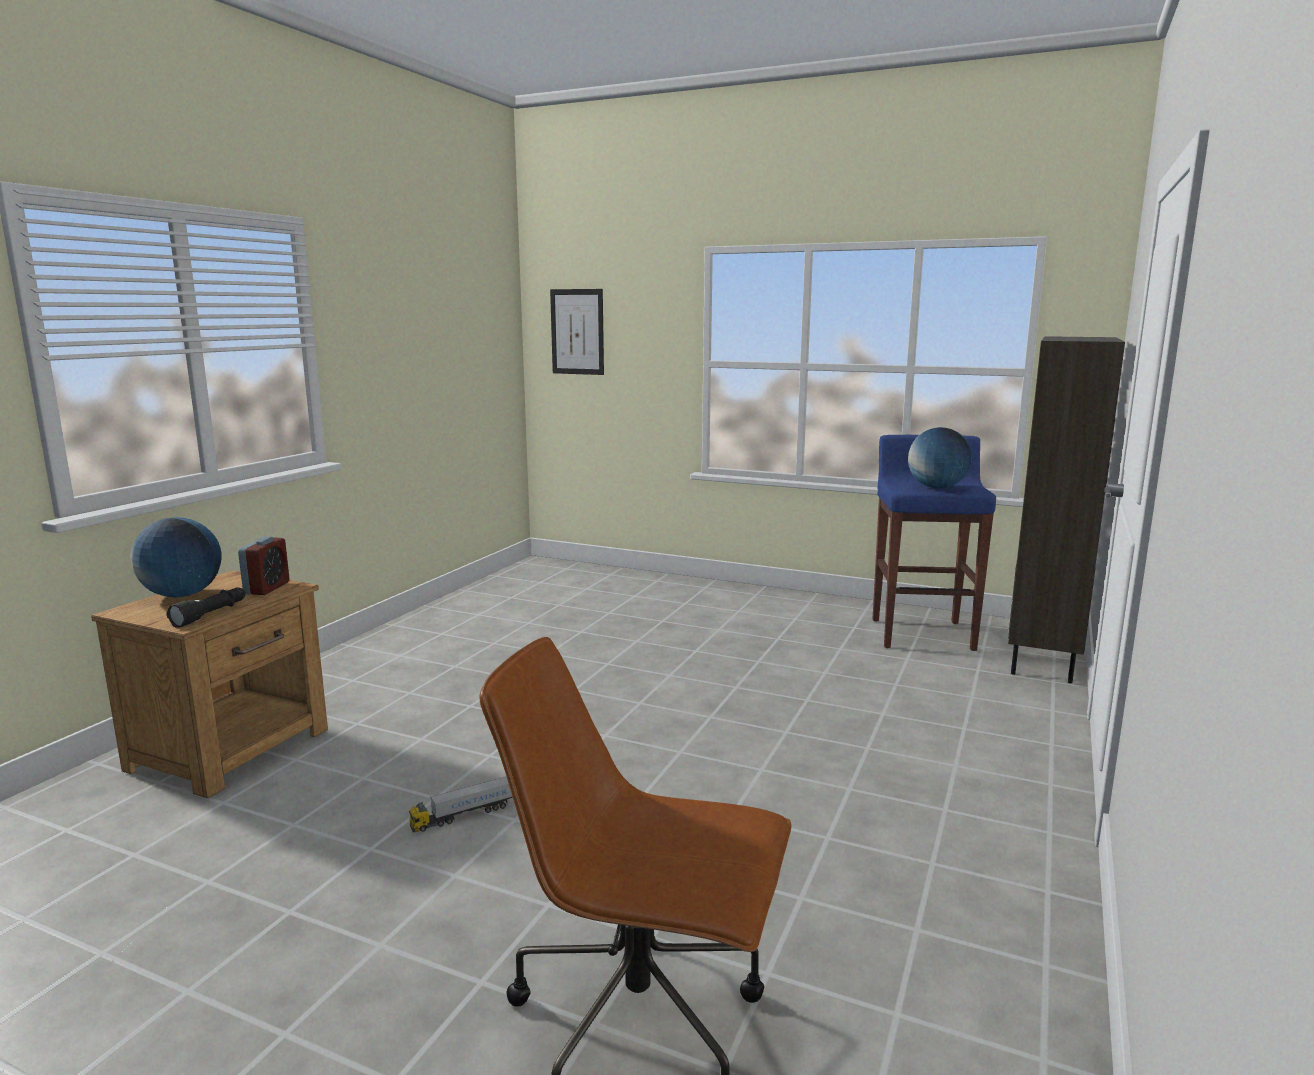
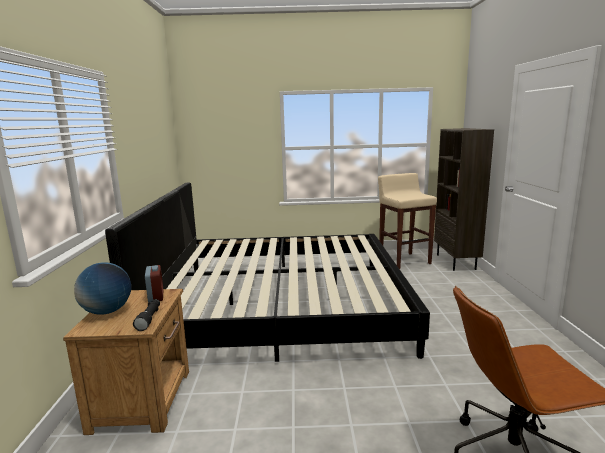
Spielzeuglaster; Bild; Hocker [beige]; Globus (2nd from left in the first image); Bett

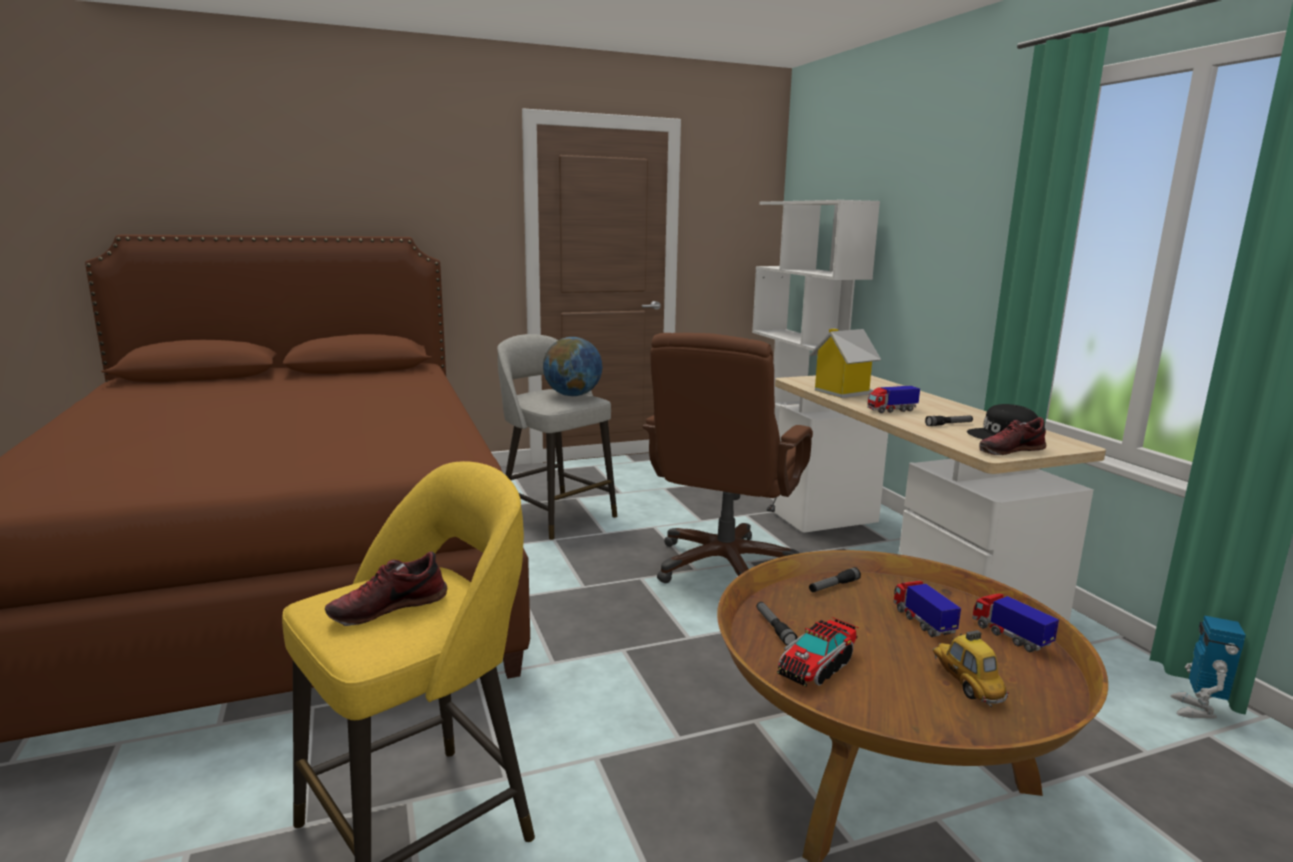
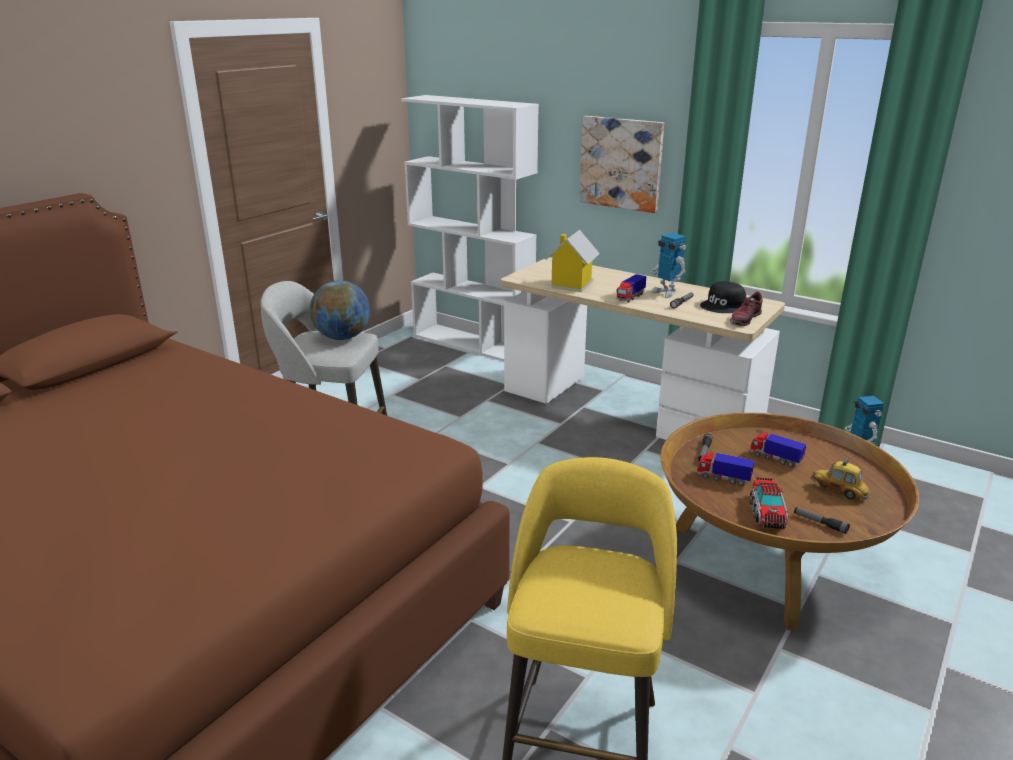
Schuh (1st from left in the first image); Bürostuhl [braun]; Taschenlampe (3rd from left); Spielzeuglaster (2nd from left); Bild; Spielzeugroboter (1st from left)

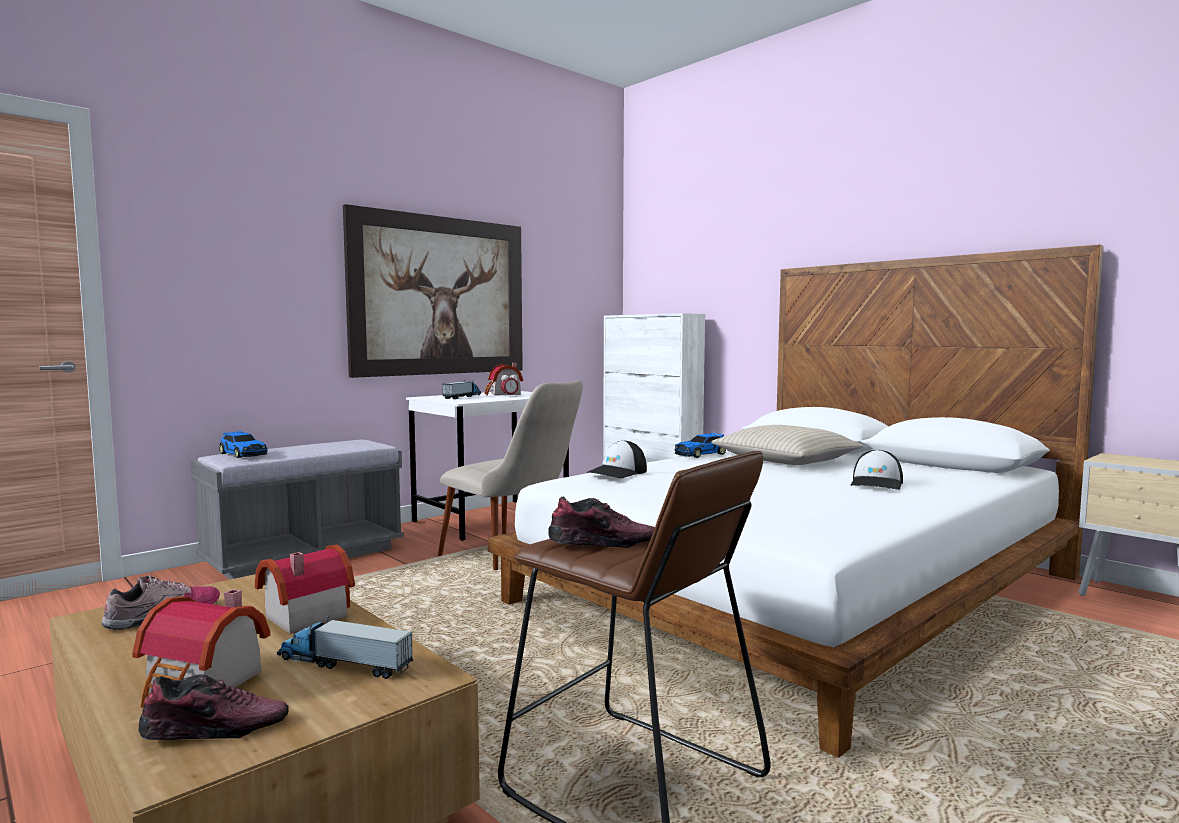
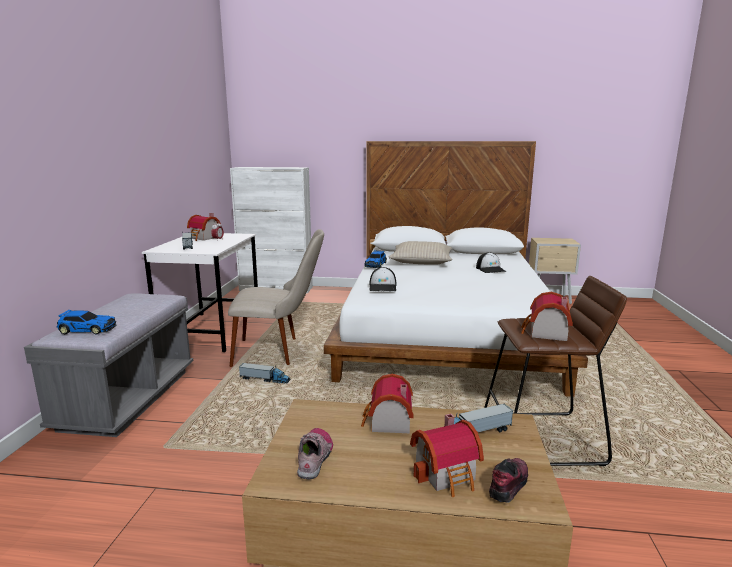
Bild; Spielzeughaus (4th from left); Spielzeuglaster (2nd from left)

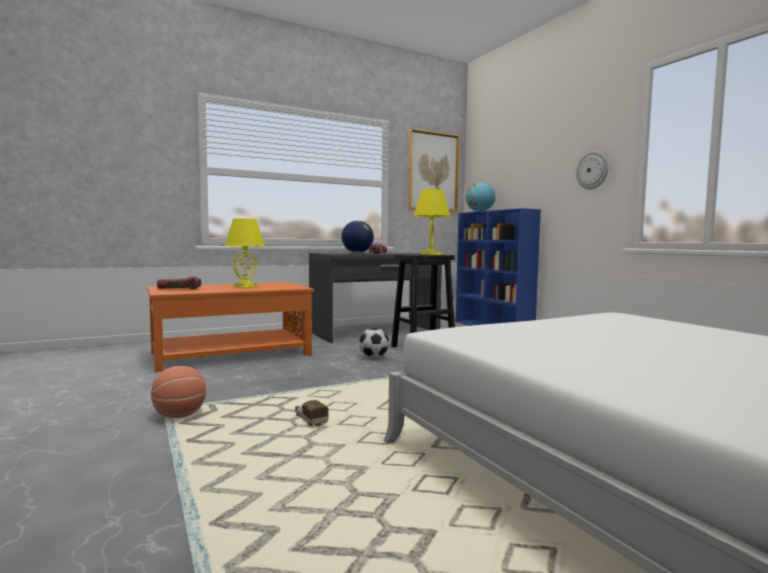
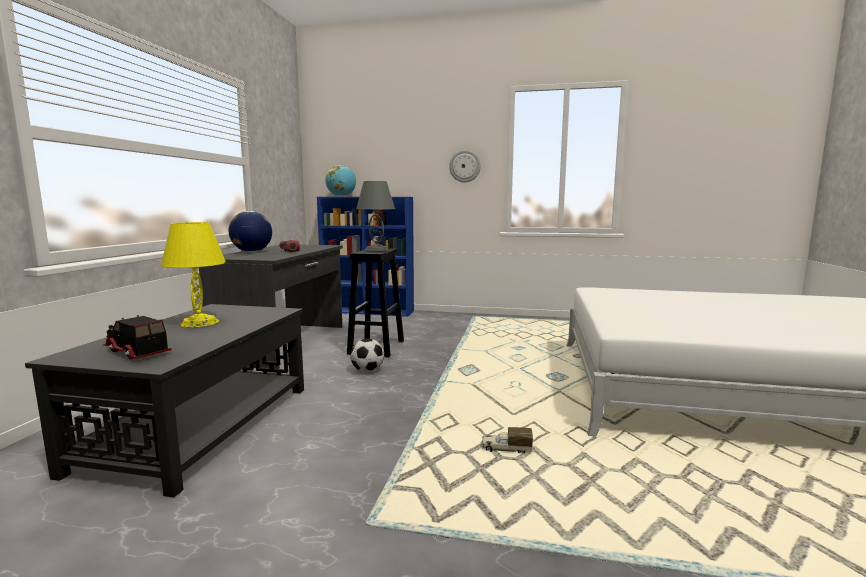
Couchtisch [schwarz]; Basketball; Spielzeuglaster (1st from left); Bild; Tischlampe [grau]

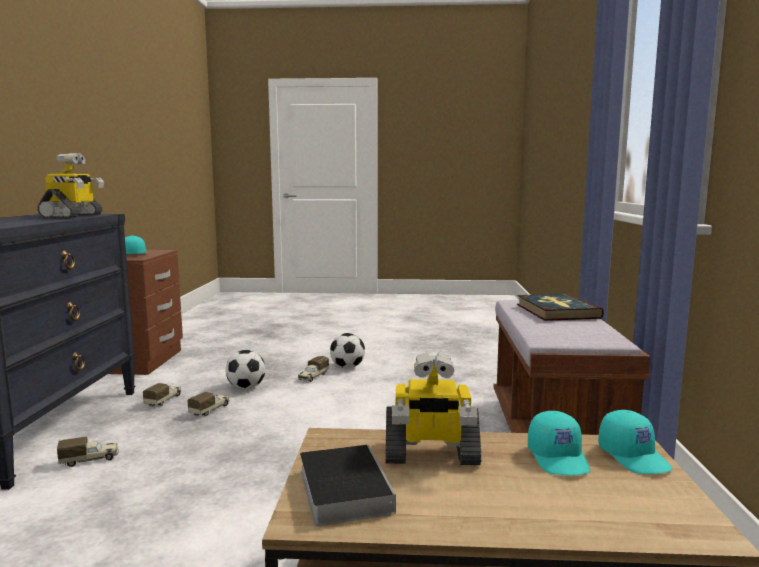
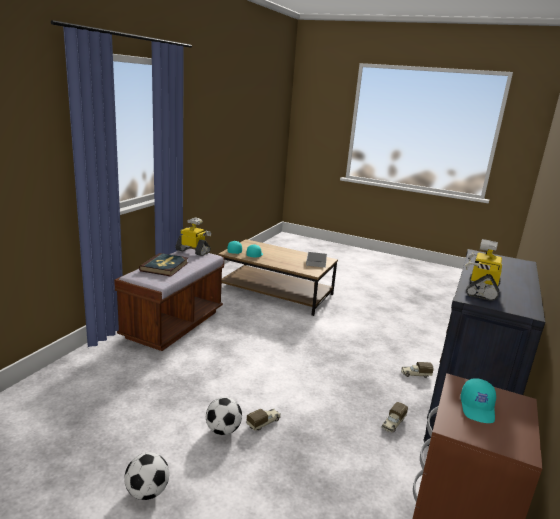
Spielzeuglaster (3rd from left in the first image); Fußball (1st from left); Spielzeugroboter (1st from left)

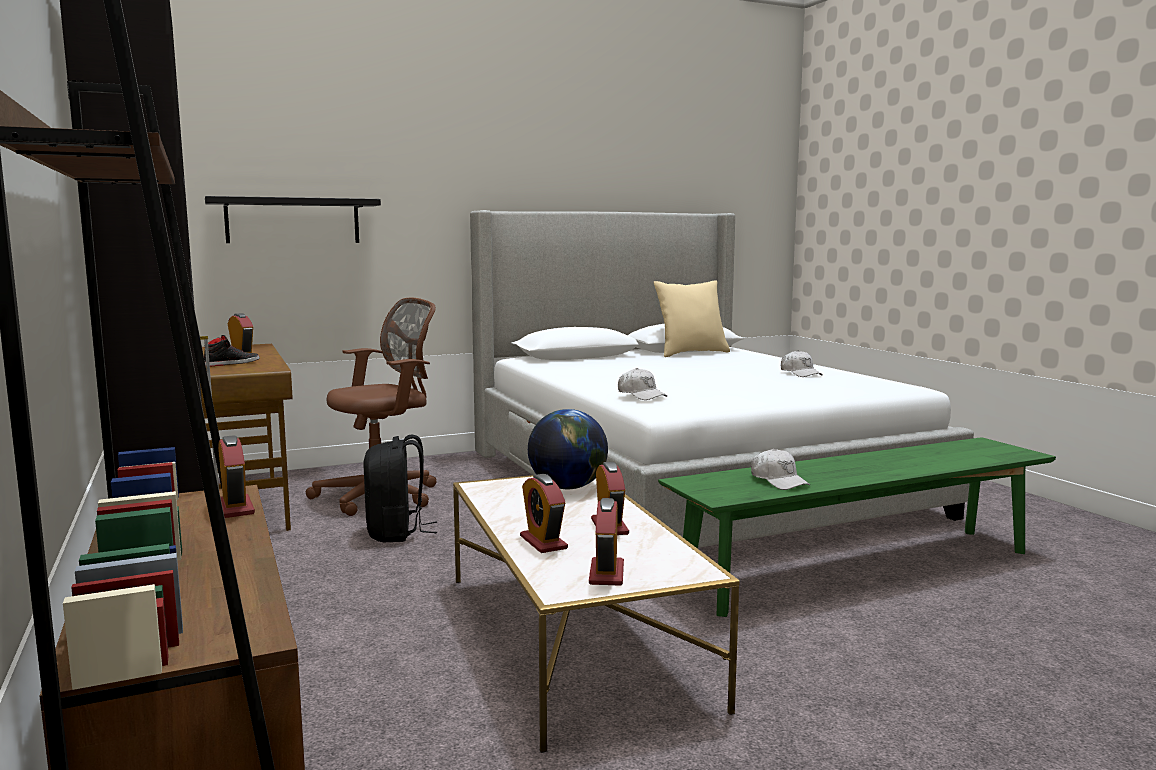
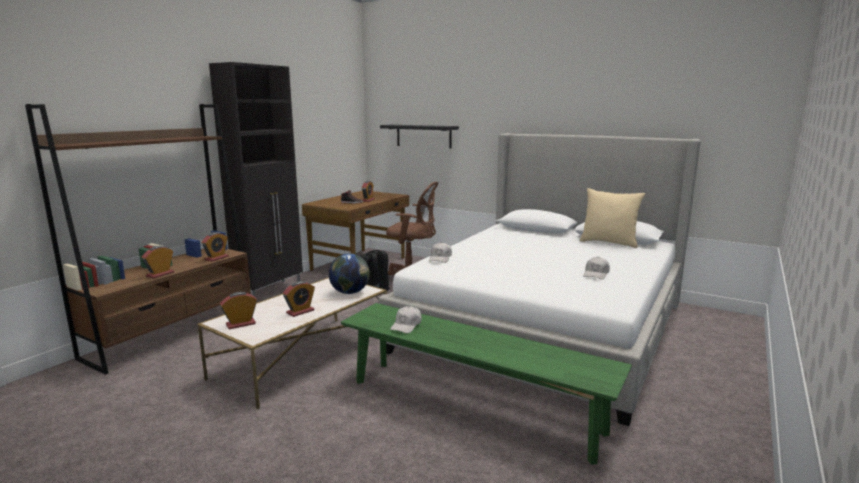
Wecker (1st from left)

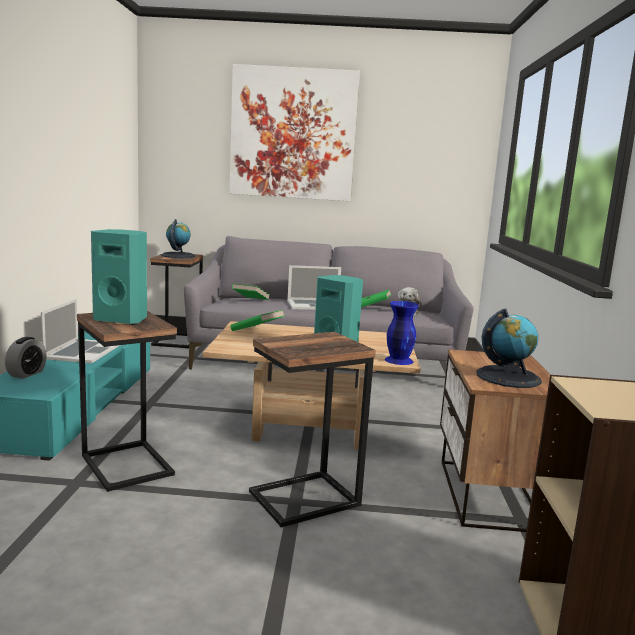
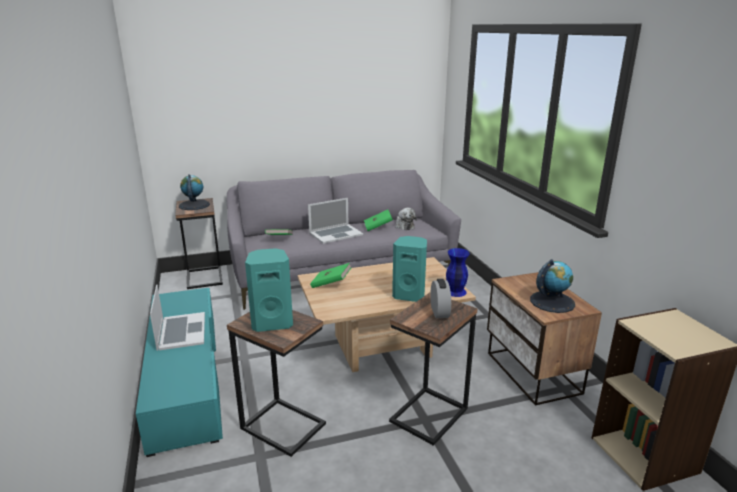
Wecker; Bild

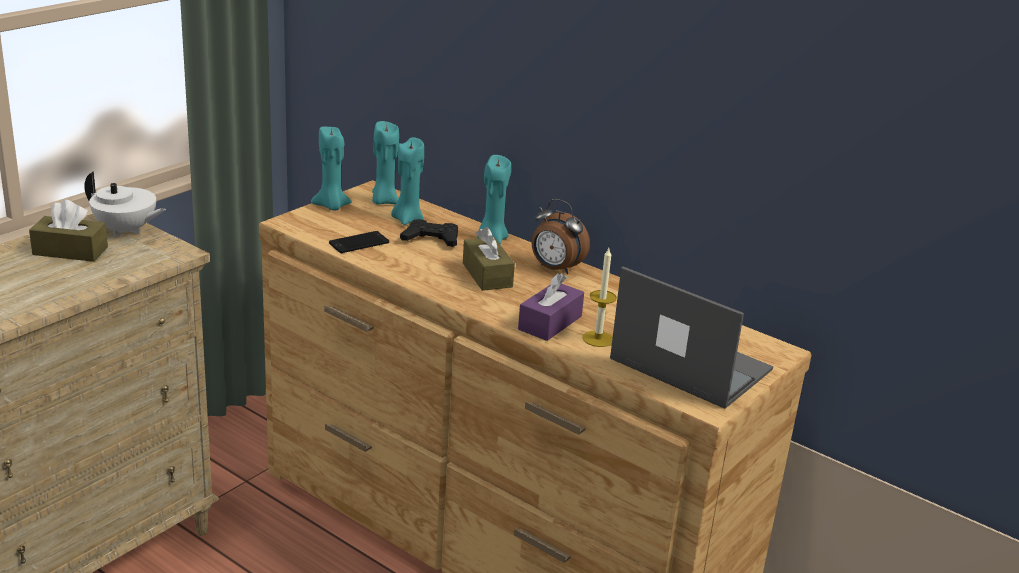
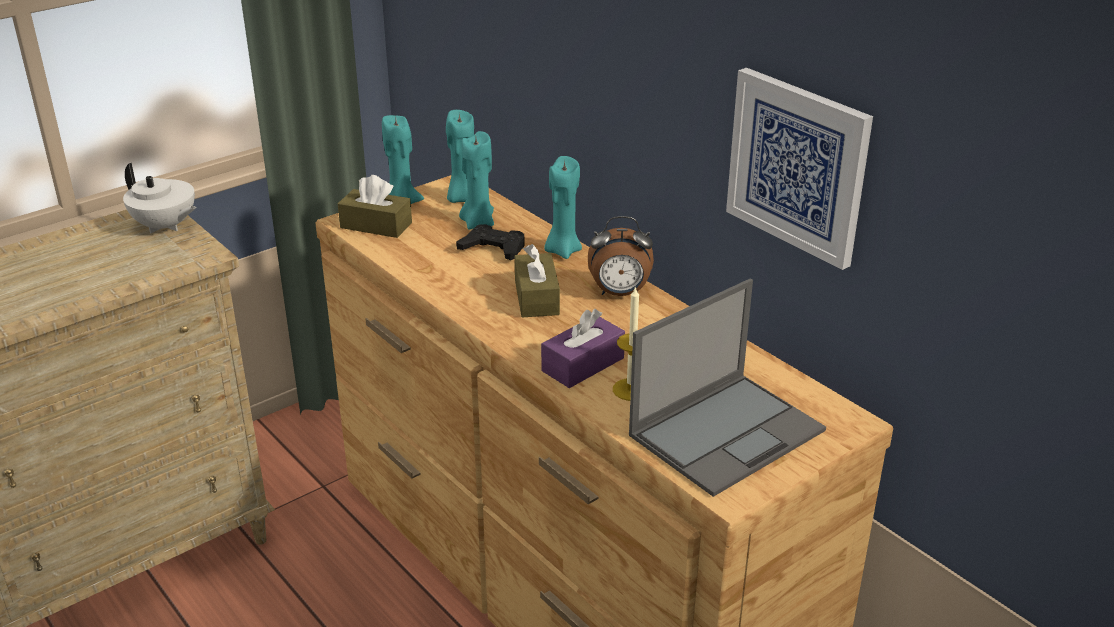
Taschentuchbox [braun] (1st from left); Handy; Wecker; Laptop; Bild

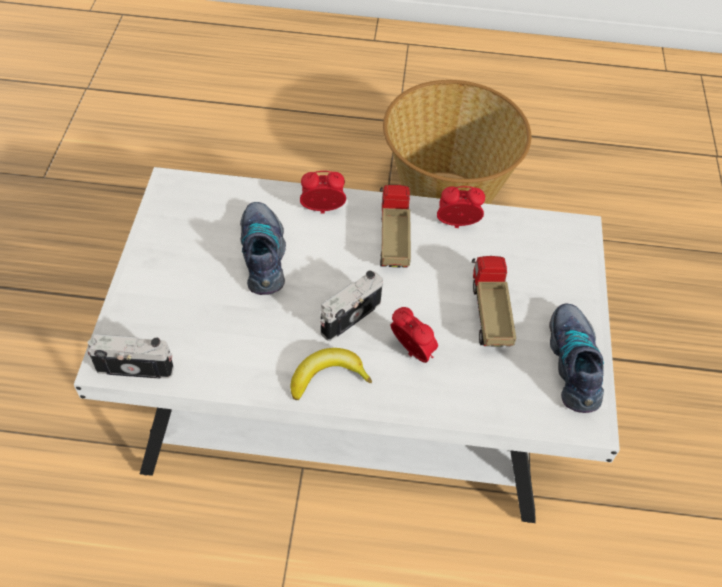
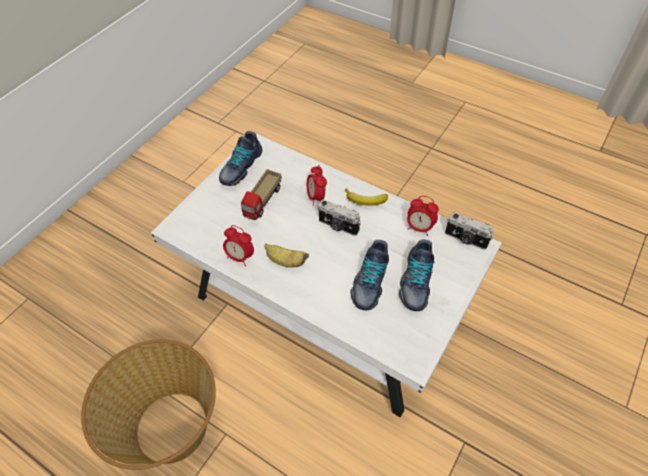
Wecker (3rd from left); Kamera (1st from left); Banane (1st from left); Schuh (3rd from left)

